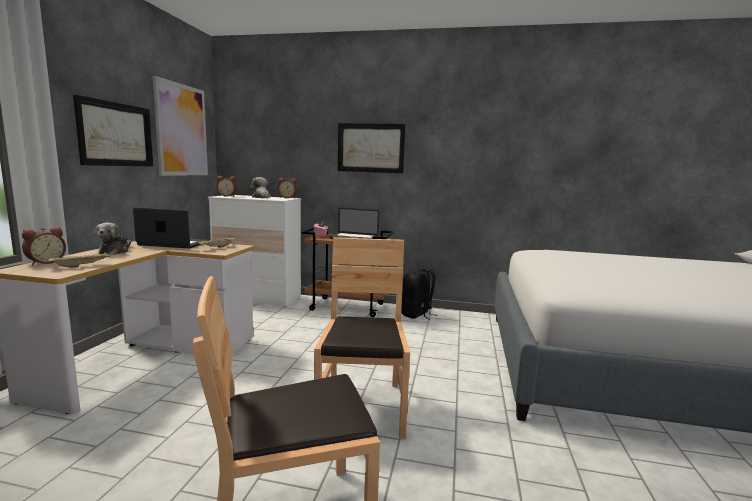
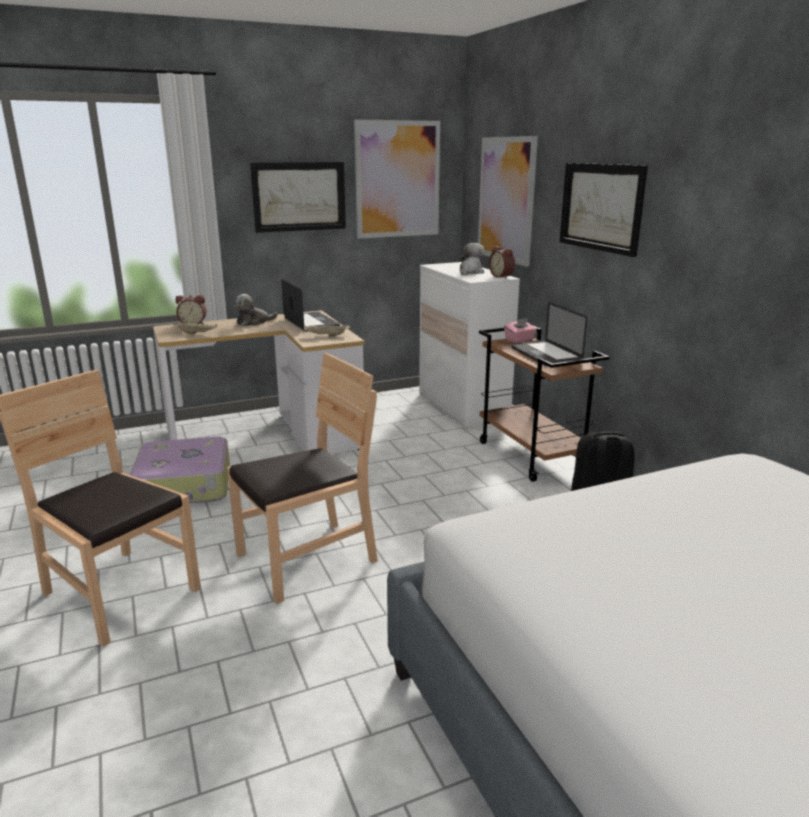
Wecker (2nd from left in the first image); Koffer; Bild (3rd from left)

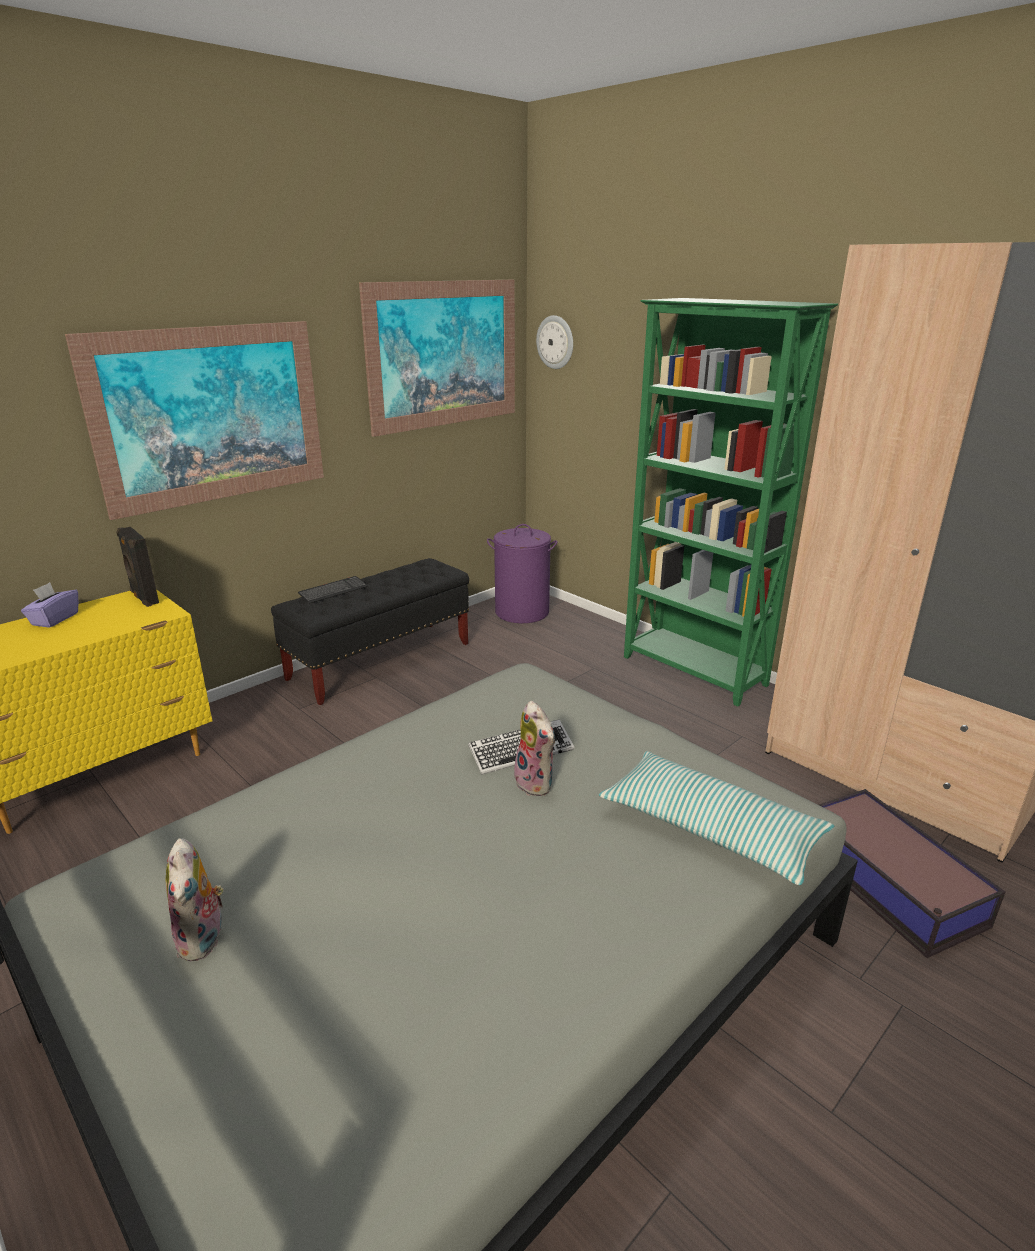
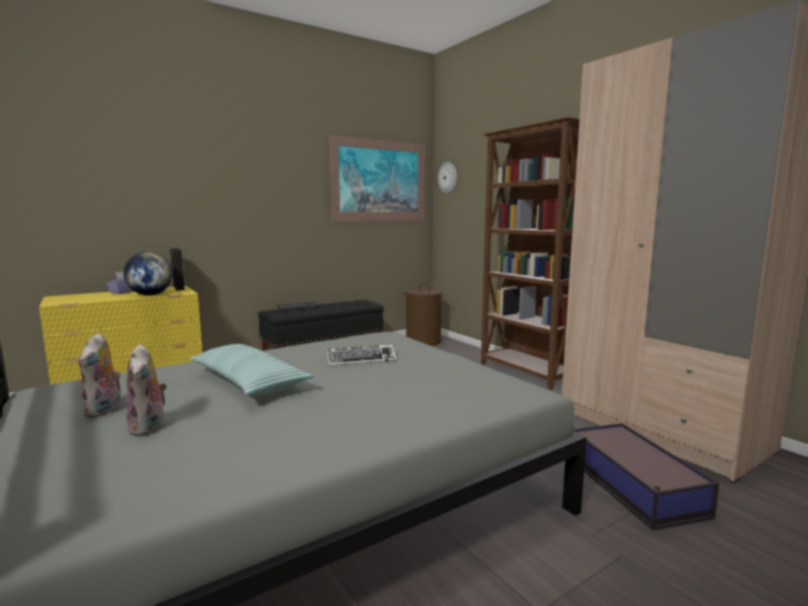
Bild (1st from left in the first image); Wäschekorb [braun]; Plüschtier (2nd from left); Kissen; Bücherregal [braun]; Globus

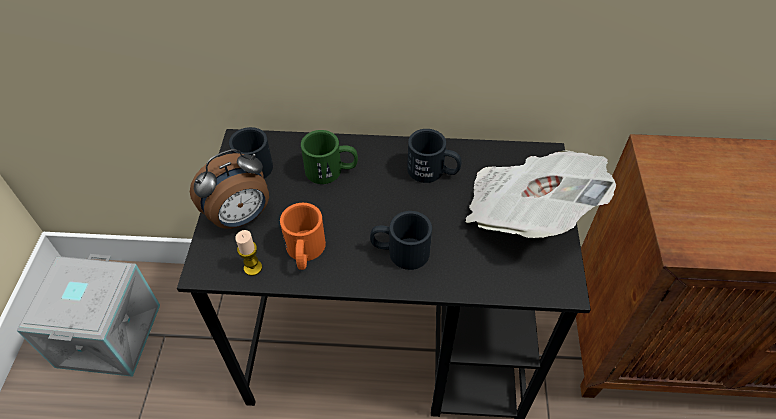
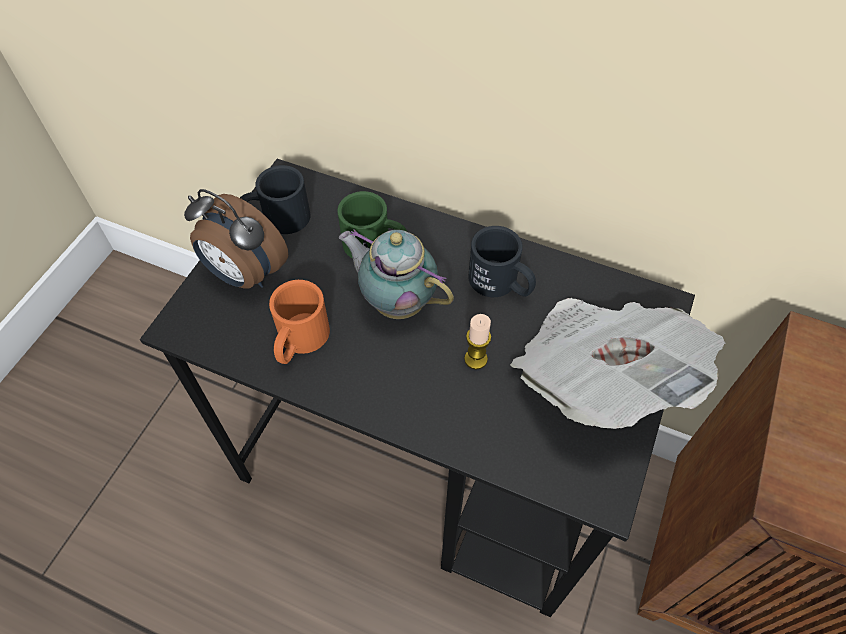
Aufbewahrungsbox [grau]; Wecker; Kerze; Henkelbecher [schwarz] (2nd from left in the first image); Teekanne

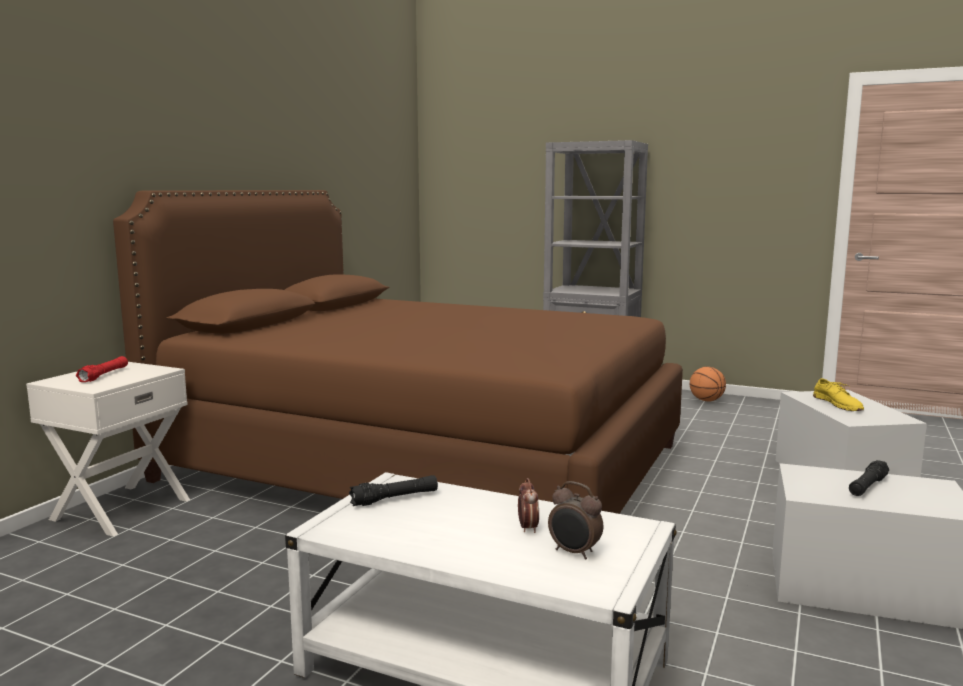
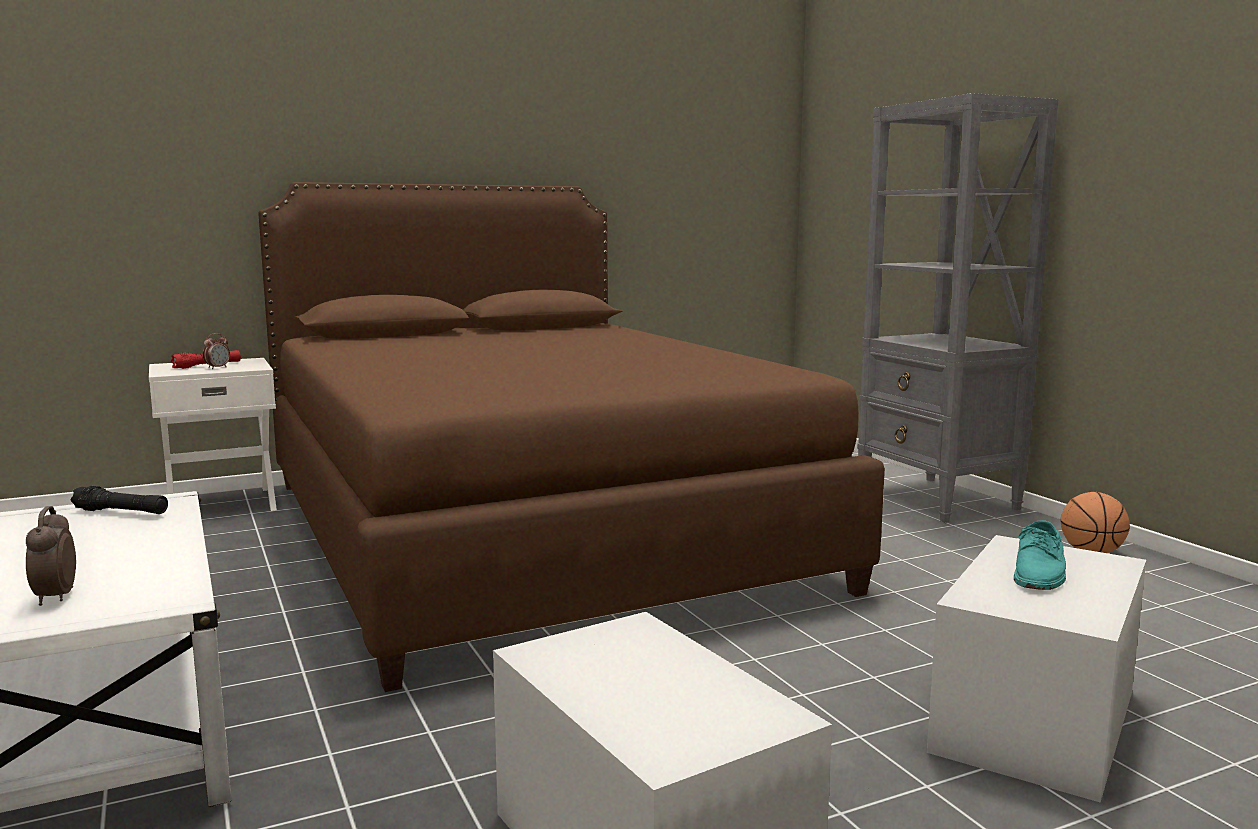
Wecker (2nd from left); Schuh [türkis]; Taschenlampe [schwarz] (2nd from left in the first image)

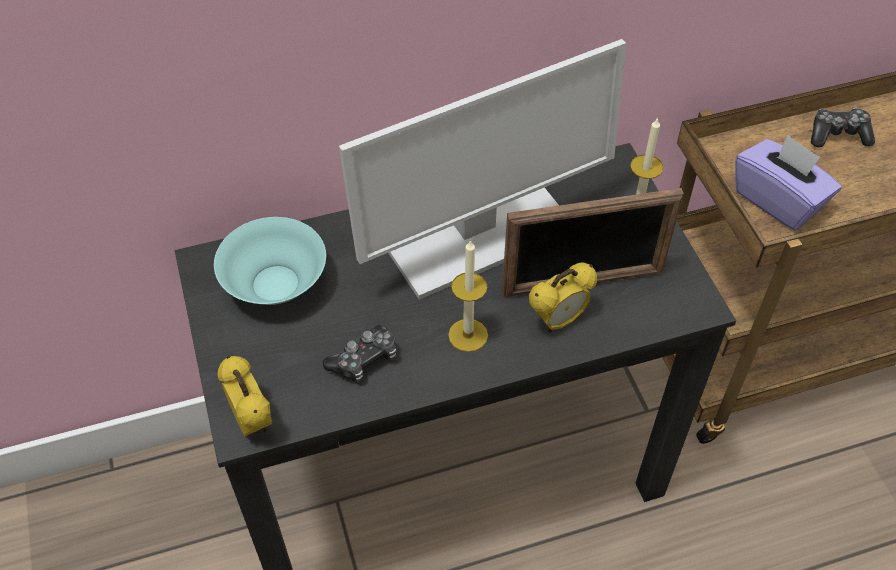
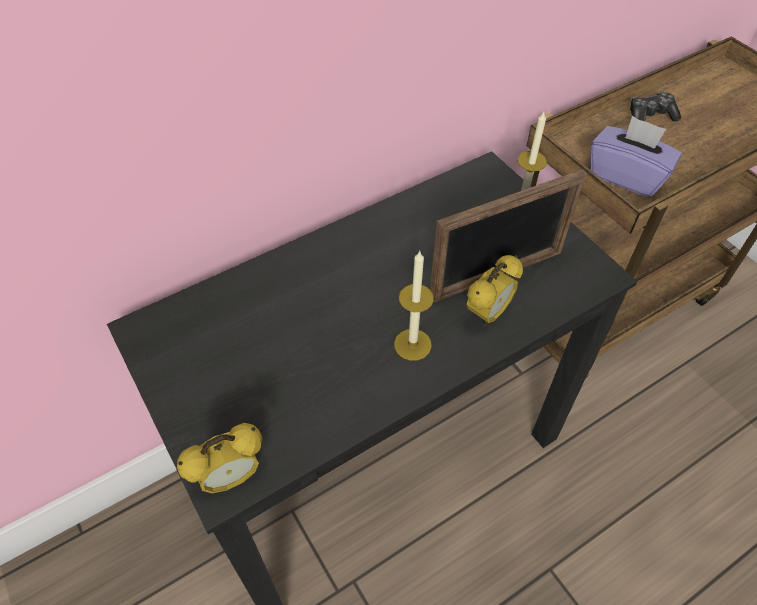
Schüssel [türkis]; Wecker (1st from left); Gamepad (1st from left in the first image); Monitor

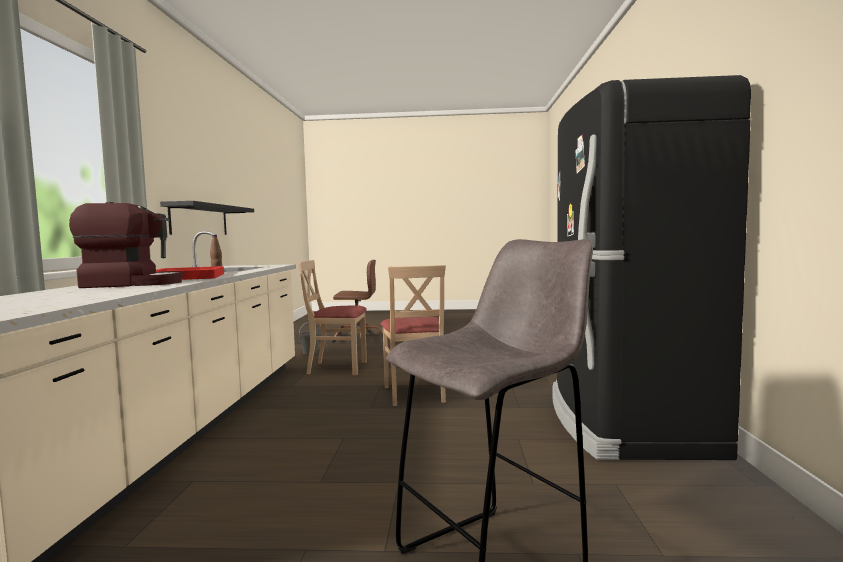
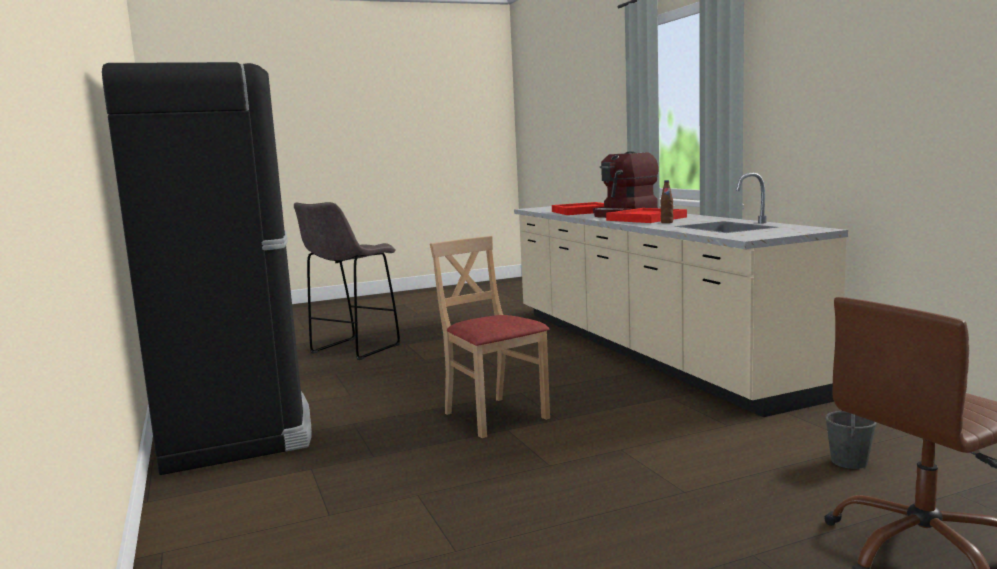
Wandregal [schwarz]; Stuhl [beige] (1st from left in the first image); Tablett [rot] (1st from left)

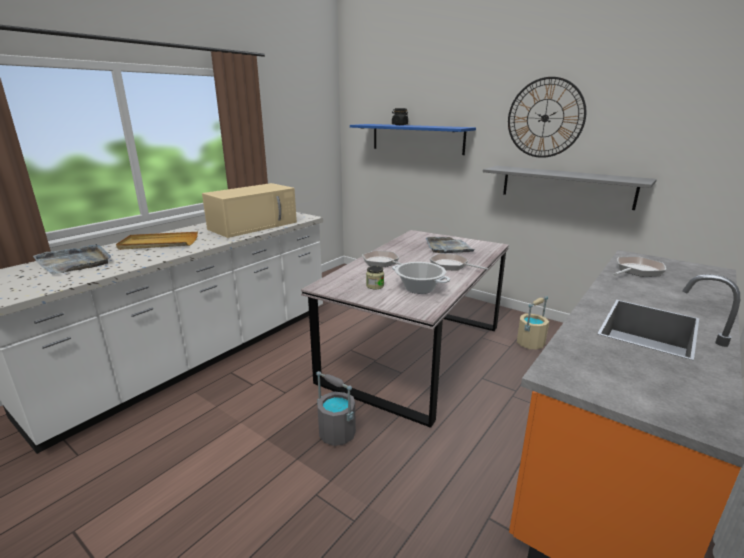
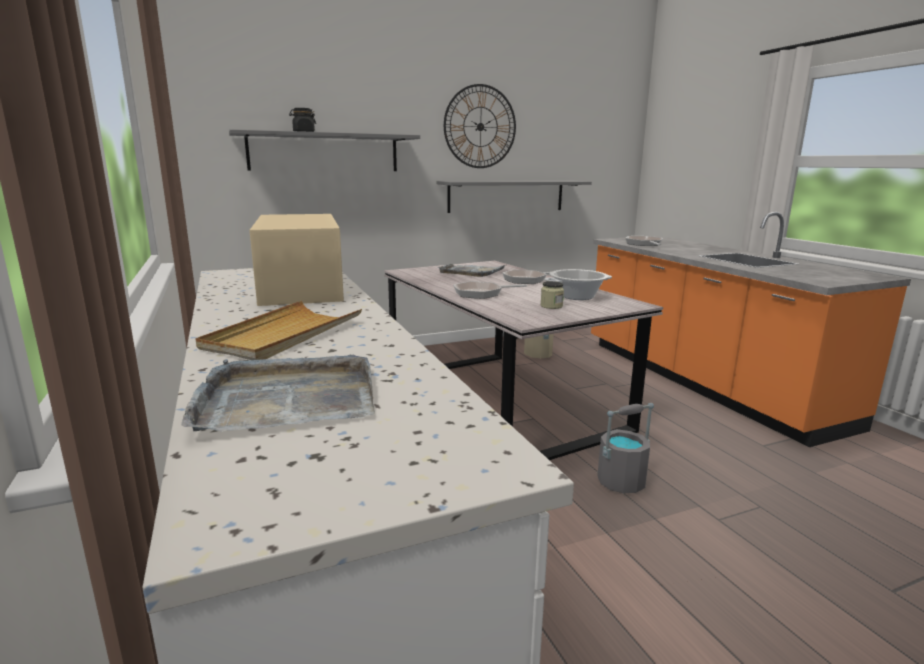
Wandregal [grau] (1st from left)

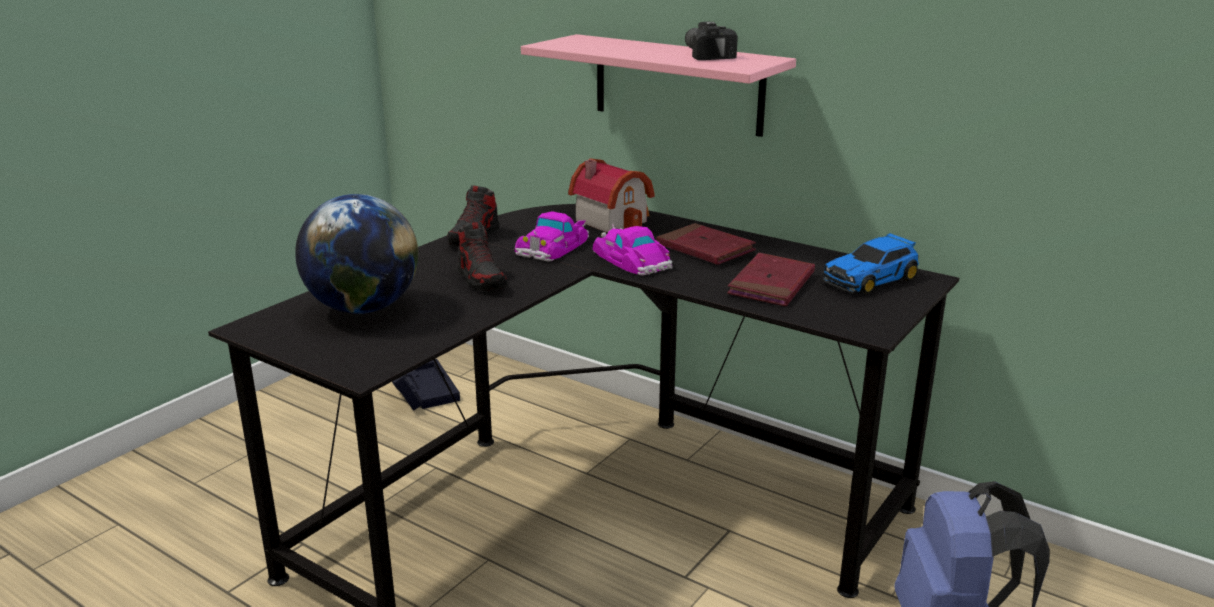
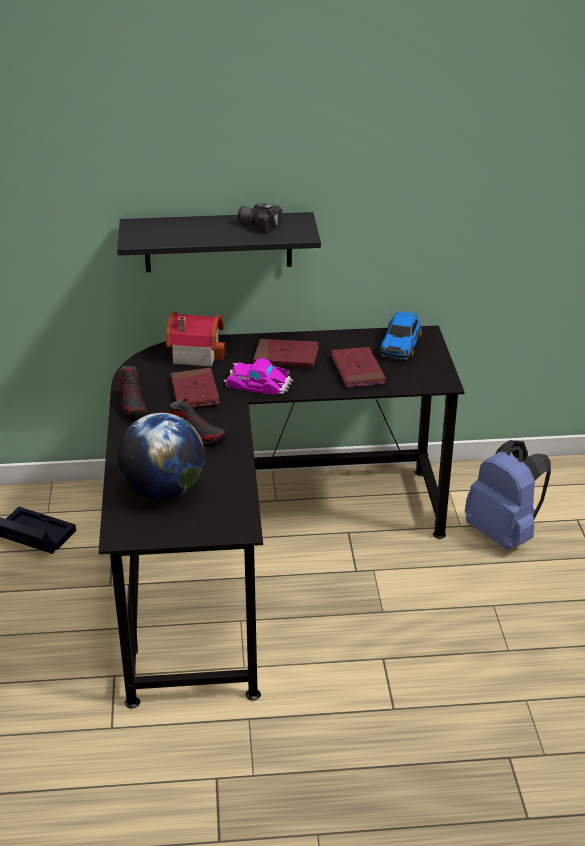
Buch [rot] (1st from left); Wandregal [schwarz]

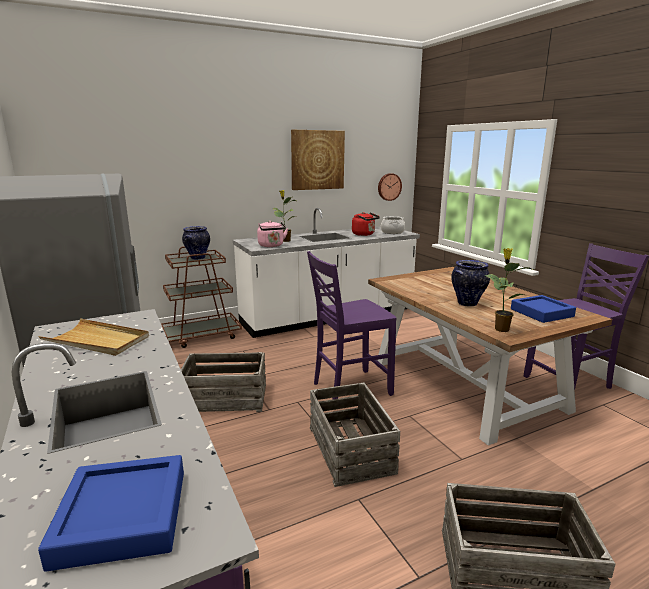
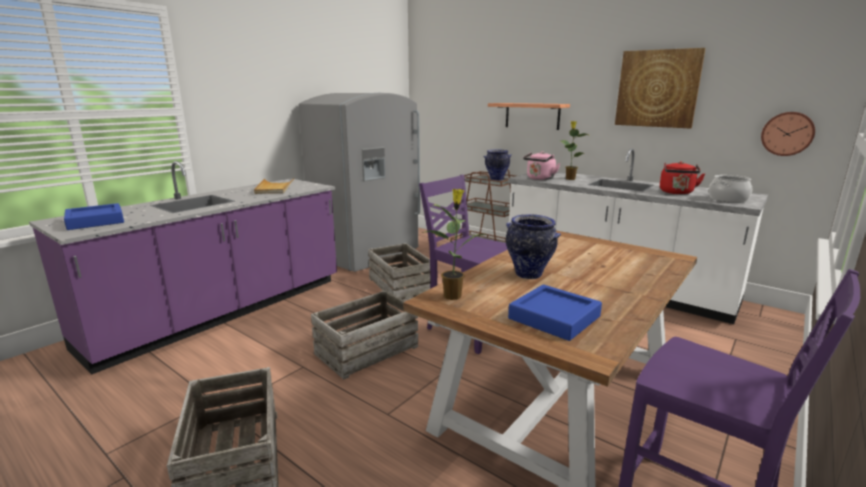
Wandregal

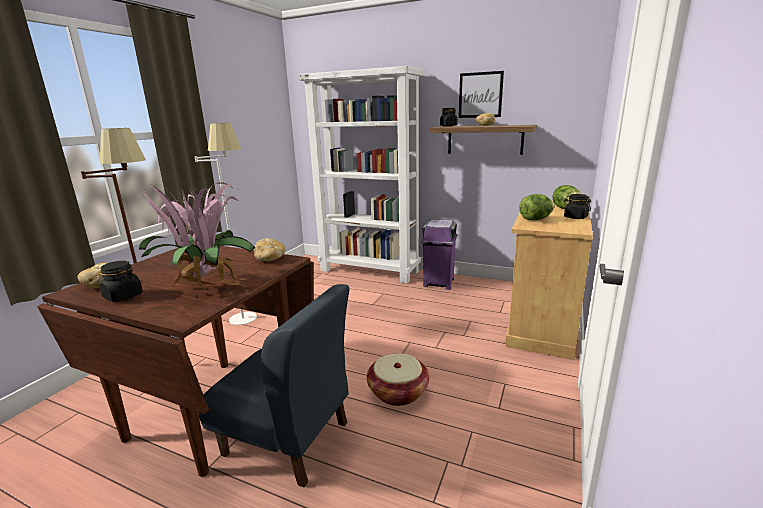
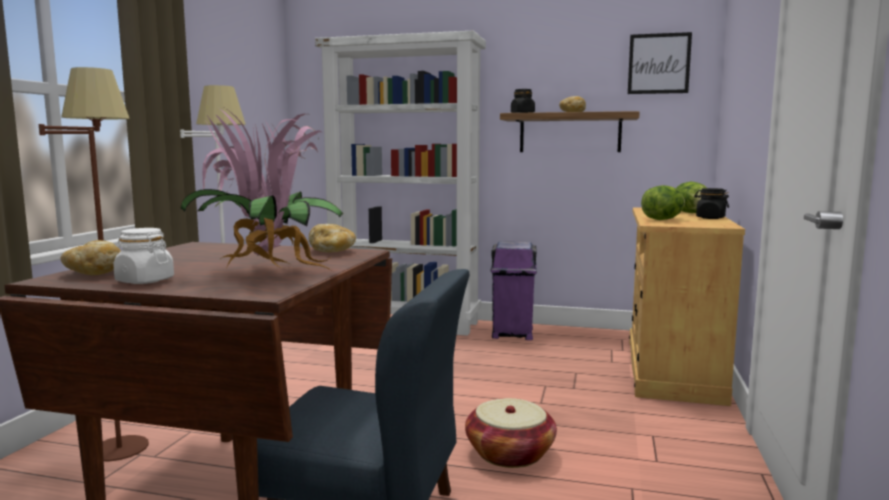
Vorratsglas [weiß]; Bild

